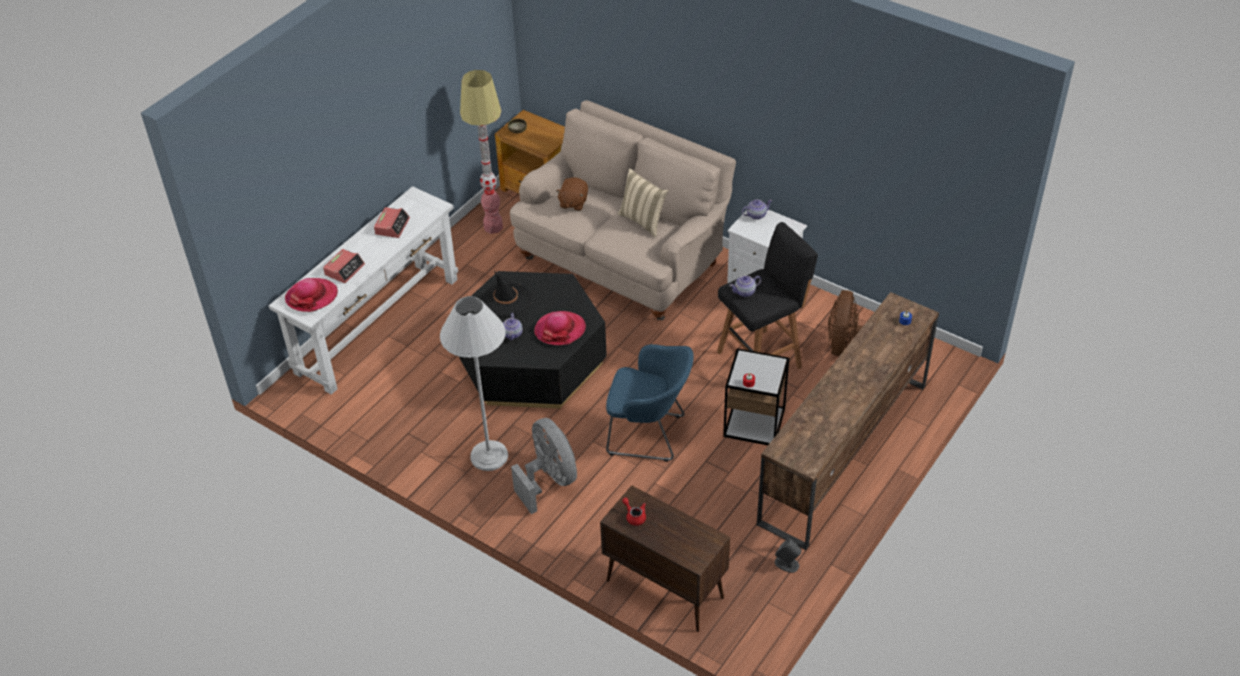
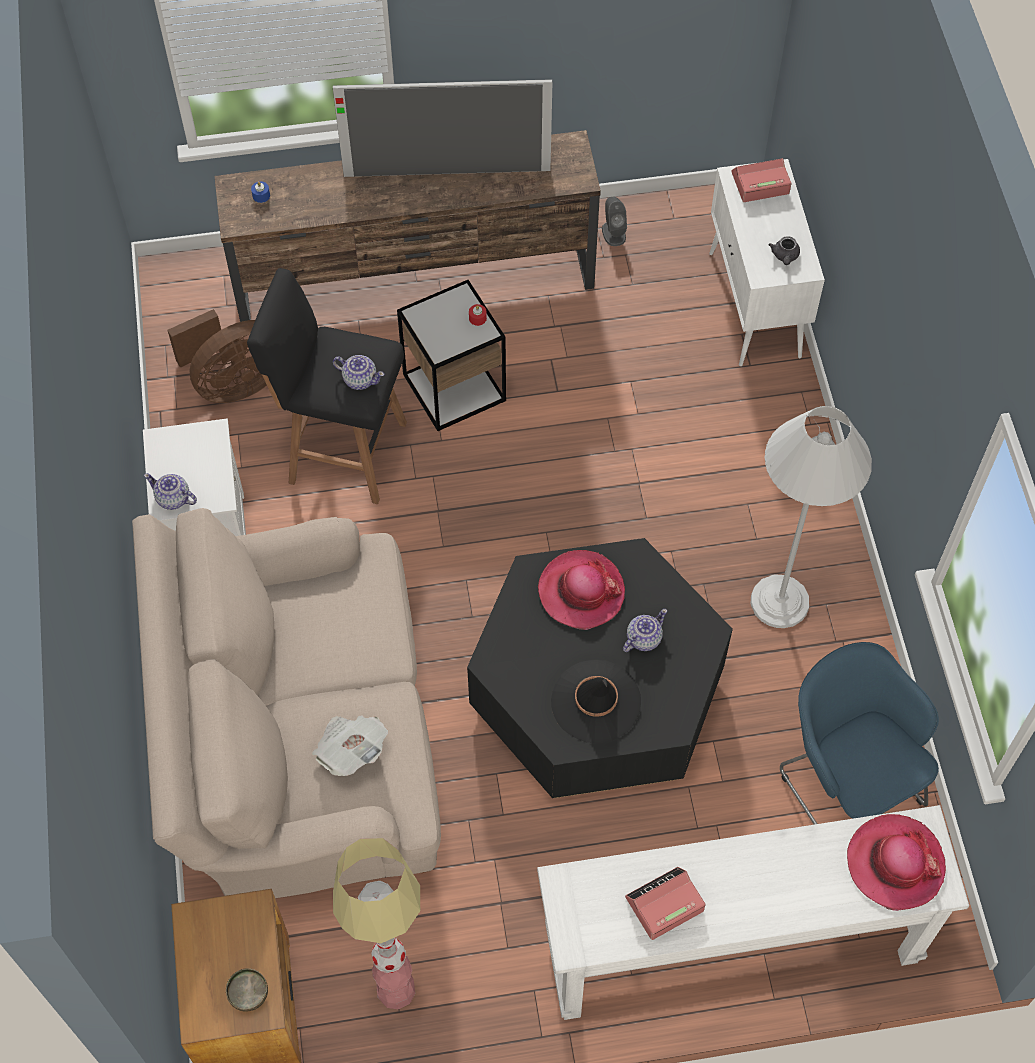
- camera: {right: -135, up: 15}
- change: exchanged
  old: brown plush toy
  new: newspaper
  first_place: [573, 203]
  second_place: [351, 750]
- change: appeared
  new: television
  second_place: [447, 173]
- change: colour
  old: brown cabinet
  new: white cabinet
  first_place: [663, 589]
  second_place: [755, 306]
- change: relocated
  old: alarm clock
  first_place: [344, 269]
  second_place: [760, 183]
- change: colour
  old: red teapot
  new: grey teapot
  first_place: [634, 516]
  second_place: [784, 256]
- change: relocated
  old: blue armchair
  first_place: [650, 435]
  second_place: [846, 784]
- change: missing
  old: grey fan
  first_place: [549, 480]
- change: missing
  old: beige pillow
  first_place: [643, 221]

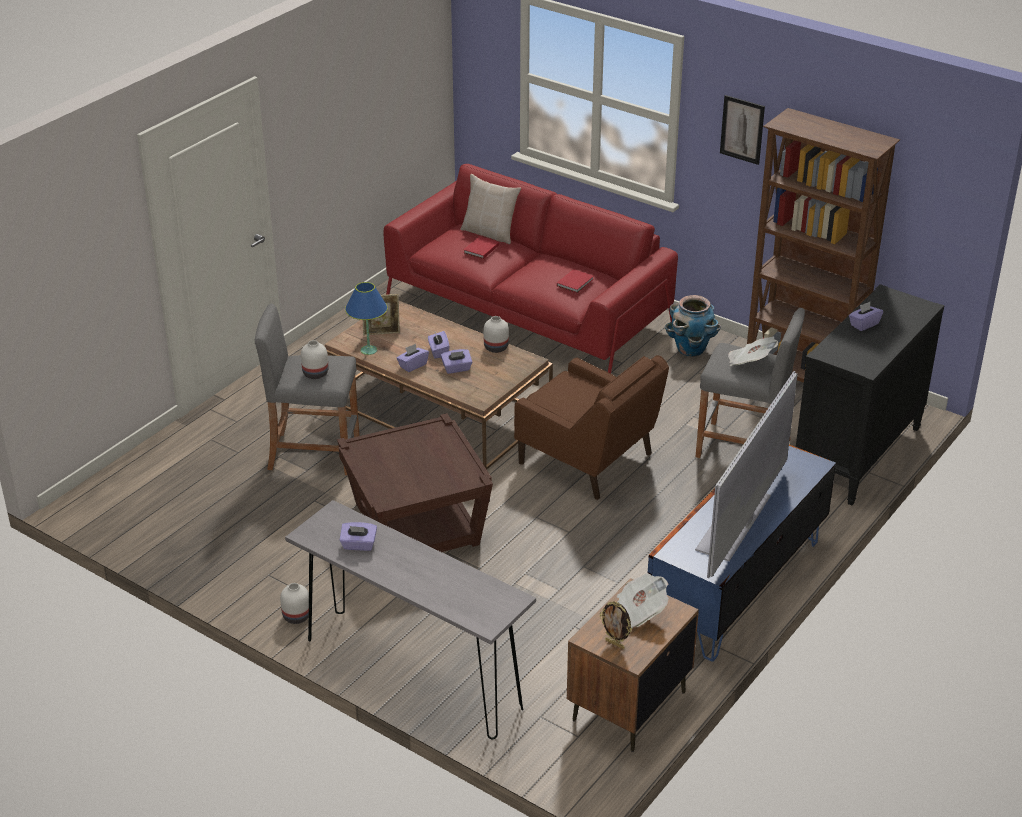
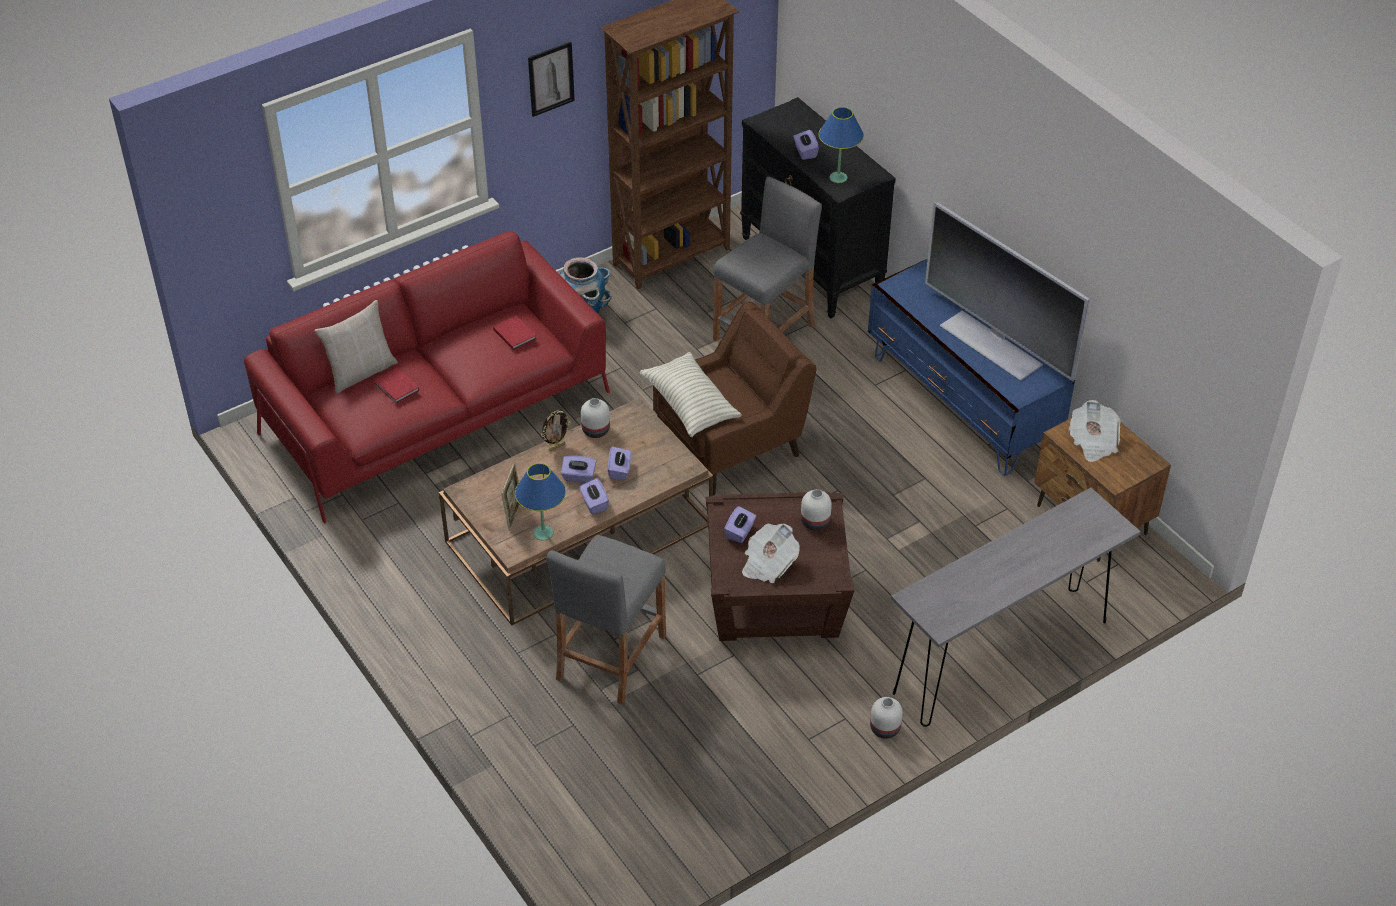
- camera: {right: -70, up: 10}
- change: relocated
  old: picture frame
  first_place: [615, 644]
  second_place: [556, 447]
- change: appeared
  new: pillow
  second_place: [690, 405]
- change: relocated
  old: purple tissue box
  first_place: [358, 545]
  second_place: [740, 532]
- change: relocated
  old: newspaper
  first_place: [750, 362]
  second_place: [768, 564]
- change: relocated
  old: white vase
  first_place: [316, 374]
  second_place: [816, 522]
- change: appeared
  new: blue table lamp
  second_place: [838, 177]

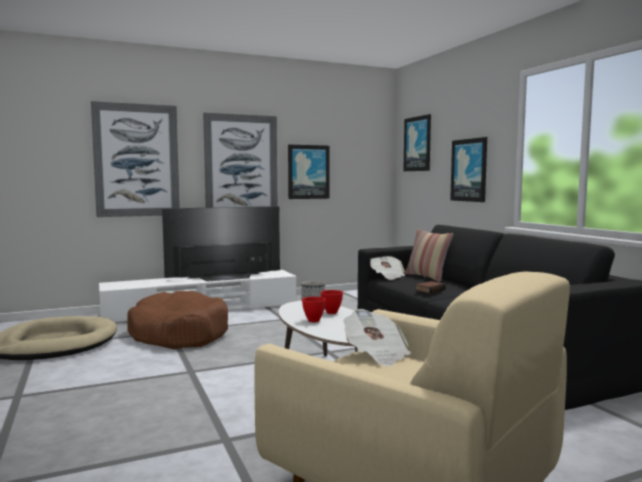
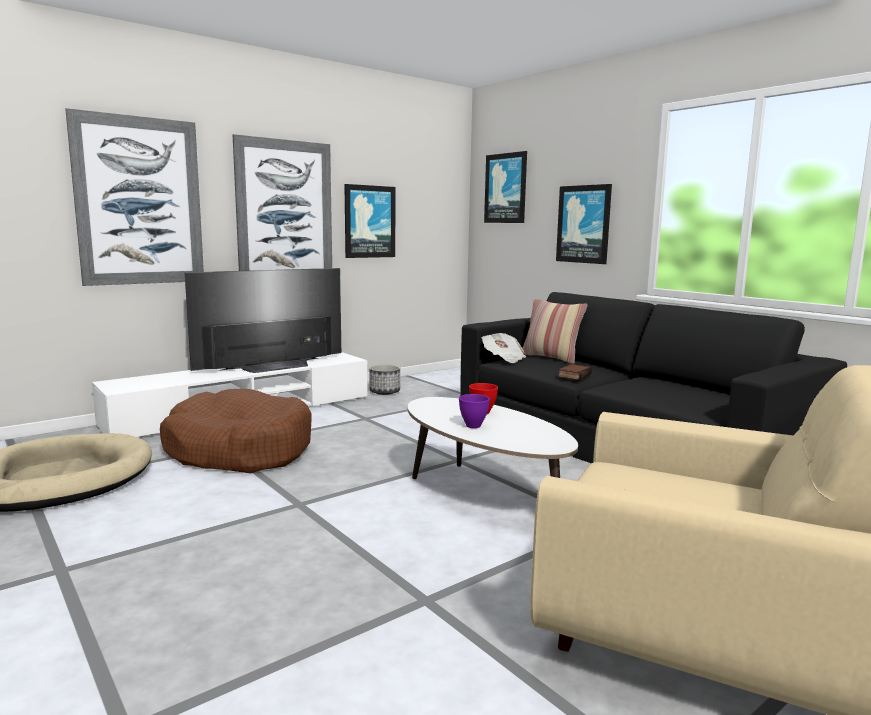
- camera: {right: -15, up: 5}
- change: colour
  old: red bowl
  new: purple bowl
  first_place: [314, 321]
  second_place: [474, 426]
- change: missing
  old: newspaper
  first_place: [376, 354]

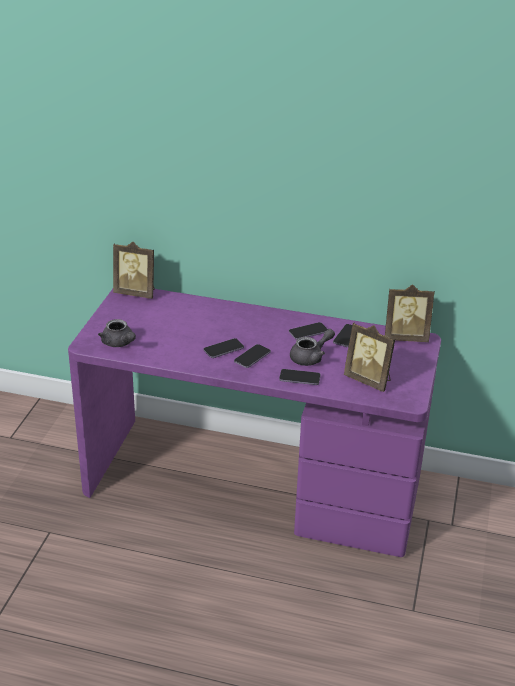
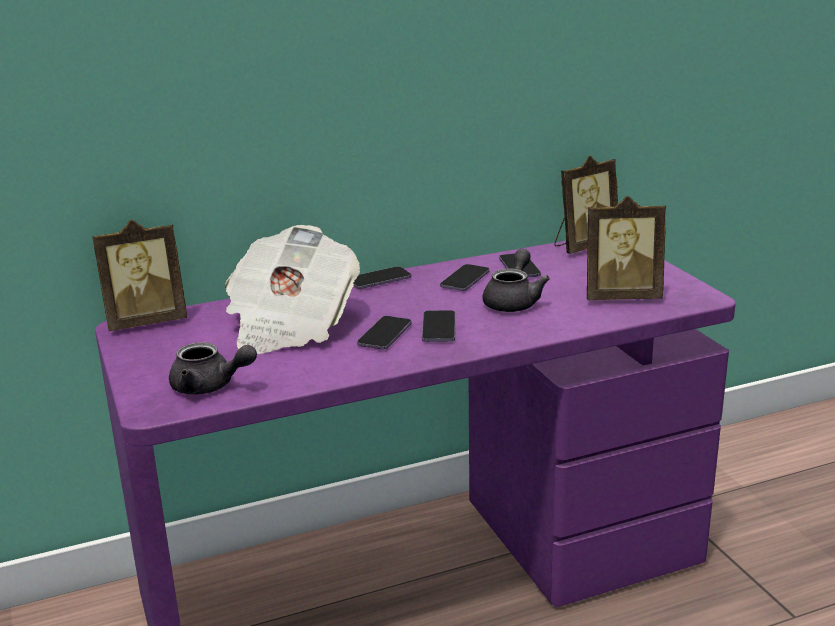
- camera: {right: -35, up: -10}
- change: appeared
  new: newspaper
  second_place: [290, 325]
- change: relocated
  old: phone
  first_place: [299, 378]
  second_place: [379, 280]

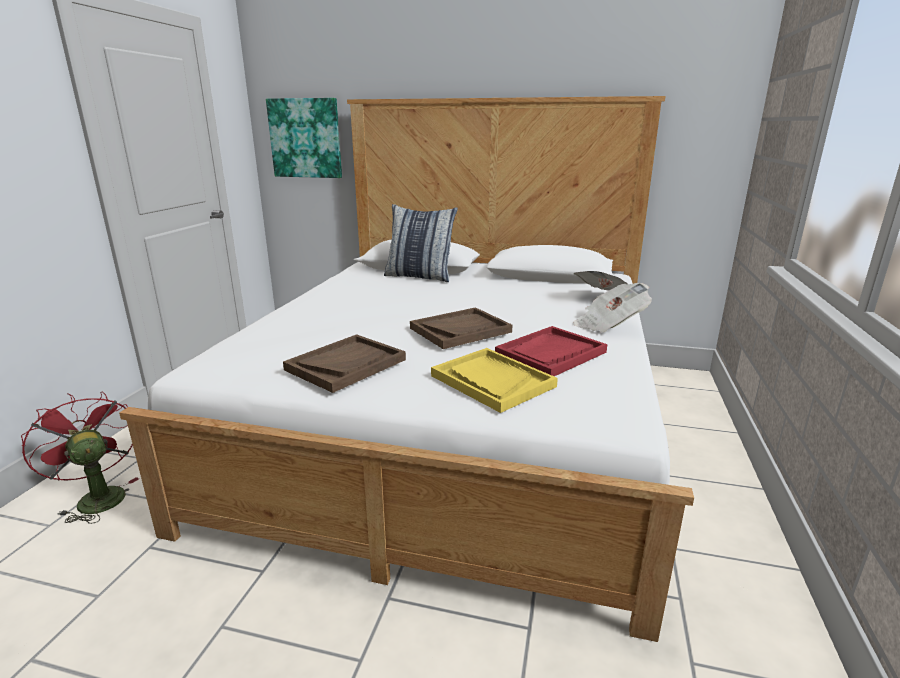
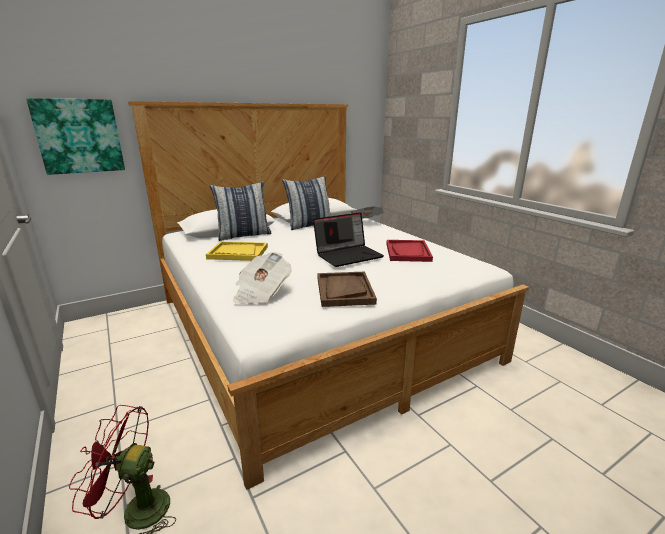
- camera: {right: -45, up: 0}
- change: relocated
  old: yellow tray
  first_place: [492, 381]
  second_place: [238, 253]
- change: relocated
  old: newspaper
  first_place: [609, 325]
  second_place: [261, 293]
- change: appeared
  new: pillow
  second_place: [309, 225]
- change: exchanged
  old: brown tray
  new: laptop
  first_place: [460, 330]
  second_place: [348, 255]

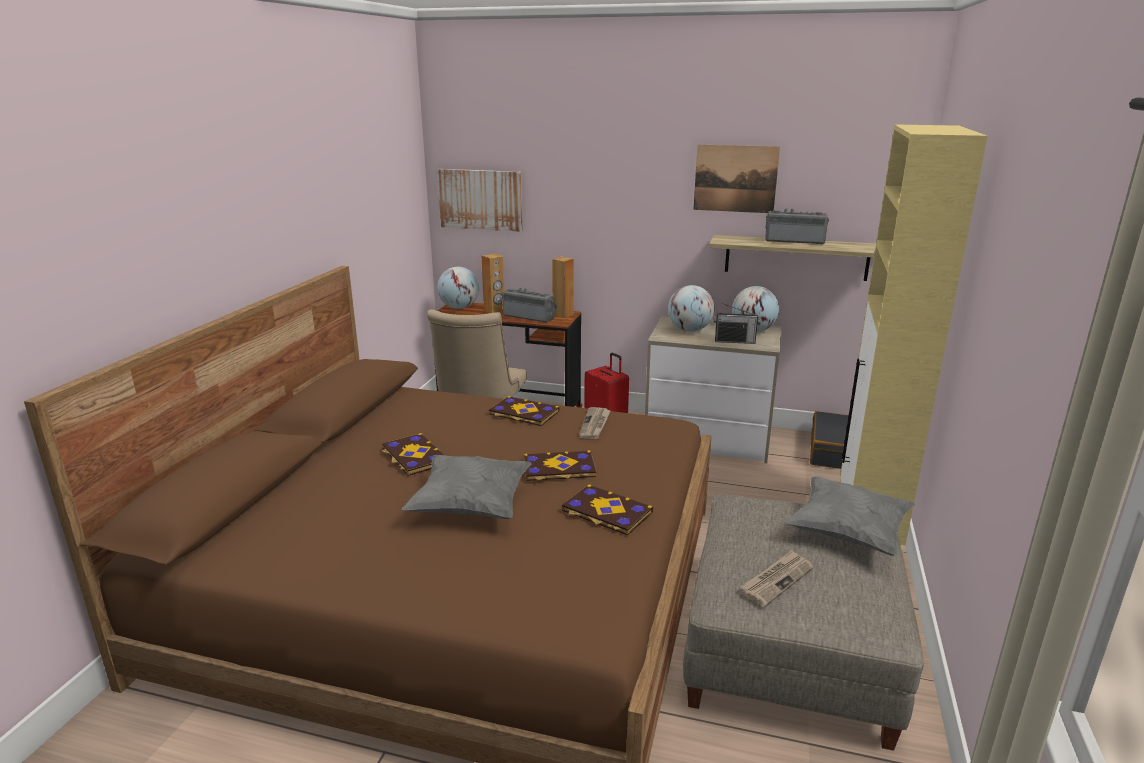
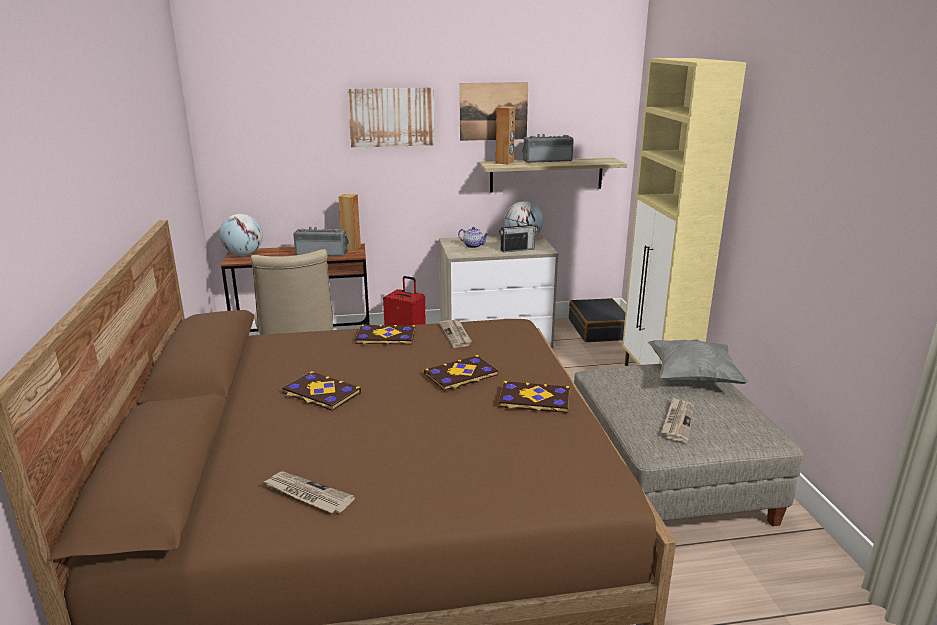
- camera: {right: -25, up: 0}
- change: appeared
  new: newspaper
  second_place: [307, 495]
- change: relocated
  old: picture
  first_place: [480, 199]
  second_place: [391, 117]
- change: exchanged
  old: globe
  new: teapot
  first_place: [689, 330]
  second_place: [473, 246]
- change: relocated
  old: brown speaker
  first_place: [494, 311]
  second_place: [505, 162]
- change: missing
  old: grey pillow
  first_place: [471, 507]

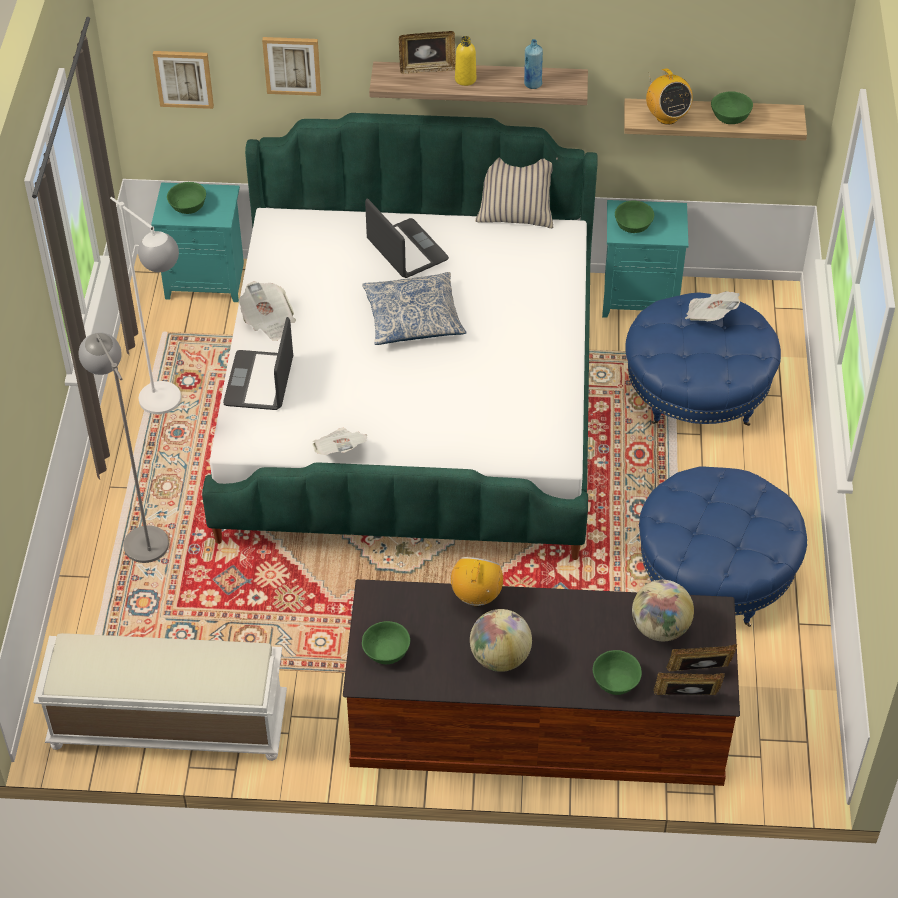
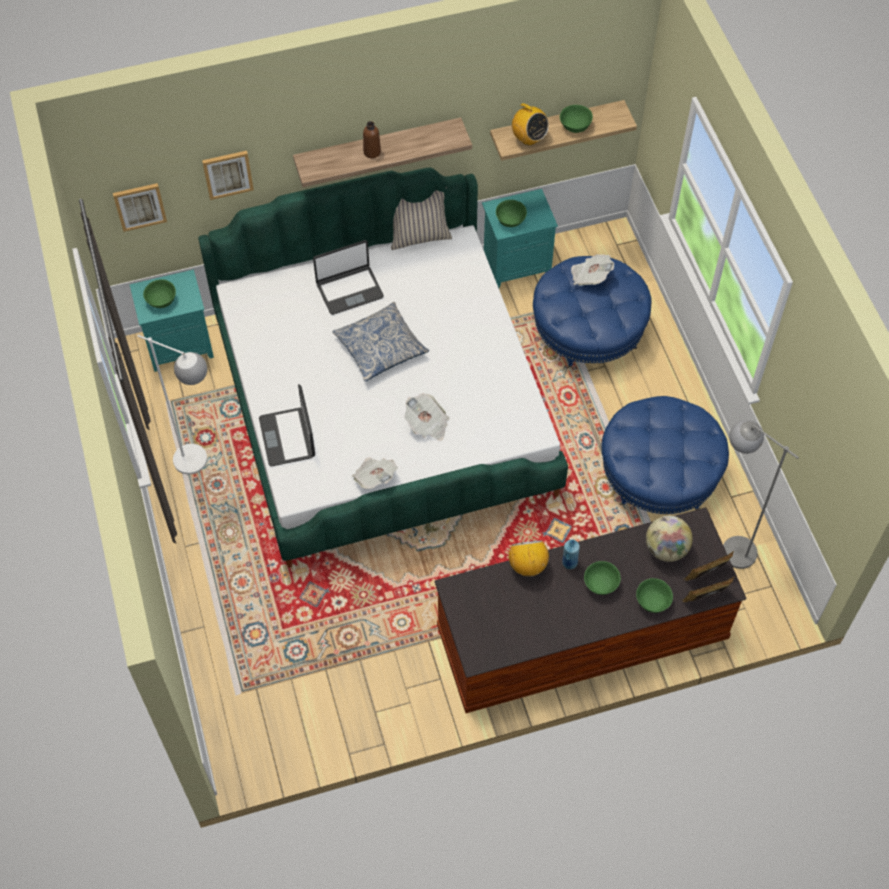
- camera: {right: -20, up: 10}
- change: spun
  old: laptop
  first_place: [406, 250]
  second_place: [349, 290]
  degrees: 120
- change: colour
  old: yellow bottle
  new: brown bottle
  first_place: [465, 79]
  second_place: [372, 152]
- change: relocated
  old: newspaper
  first_place: [268, 321]
  second_place: [427, 424]
- change: relocated
  old: blue bottle
  first_place: [532, 84]
  second_place: [569, 563]
- change: relocated
  old: green bowl
  first_place: [386, 652]
  second_place: [601, 584]
- change: relocated
  old: grey floor lamp
  first_place: [140, 534]
  second_place: [728, 545]
- change: missing
  old: white bench
  first_place: [167, 725]
- change: missing
  old: picture frame
  first_place: [427, 69]
- change: missing
  old: globe
  first_place: [500, 657]

